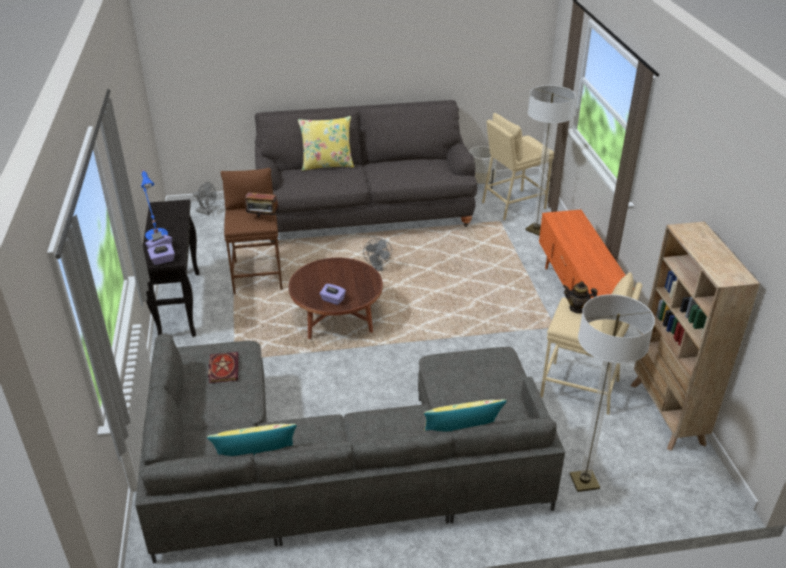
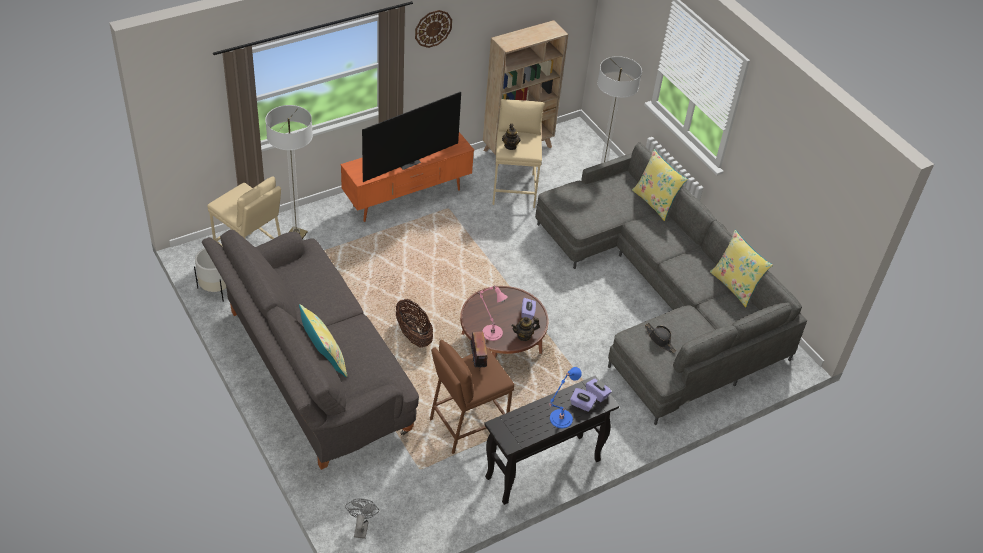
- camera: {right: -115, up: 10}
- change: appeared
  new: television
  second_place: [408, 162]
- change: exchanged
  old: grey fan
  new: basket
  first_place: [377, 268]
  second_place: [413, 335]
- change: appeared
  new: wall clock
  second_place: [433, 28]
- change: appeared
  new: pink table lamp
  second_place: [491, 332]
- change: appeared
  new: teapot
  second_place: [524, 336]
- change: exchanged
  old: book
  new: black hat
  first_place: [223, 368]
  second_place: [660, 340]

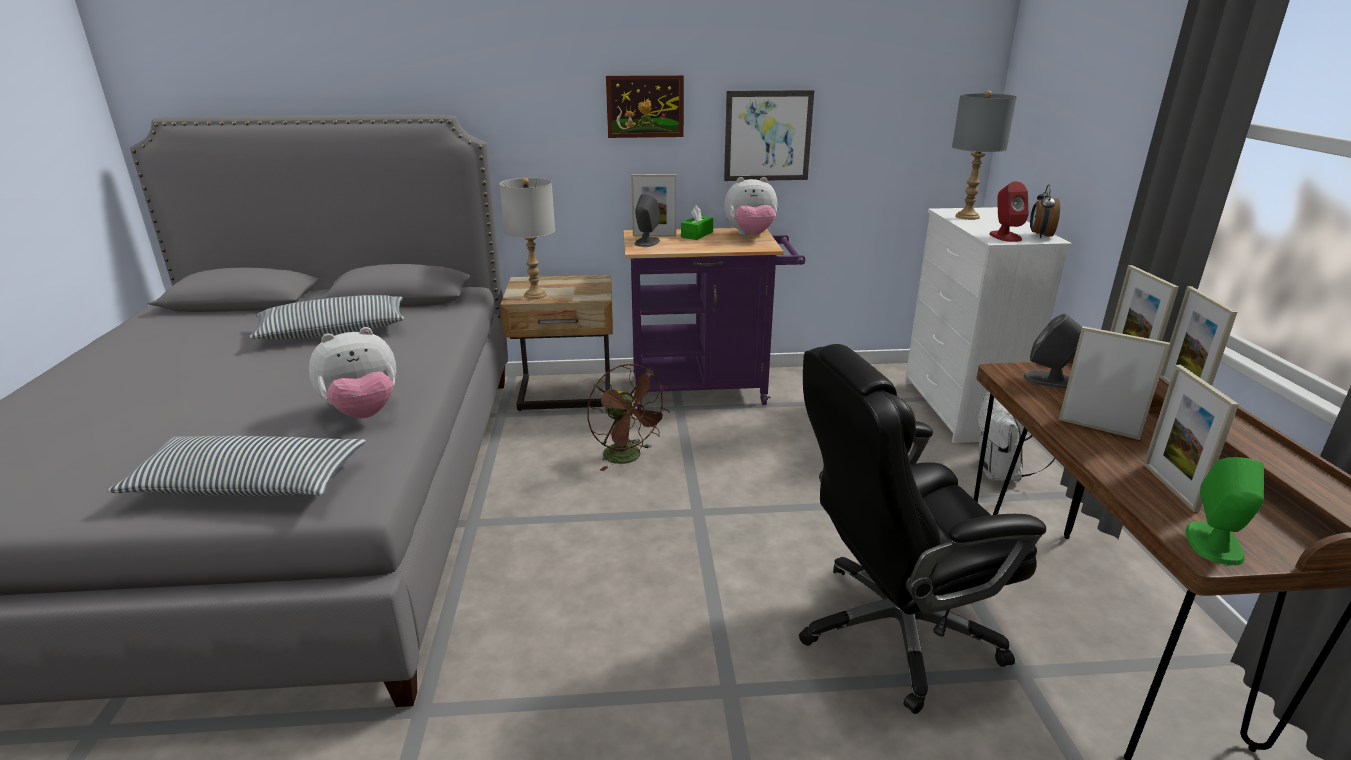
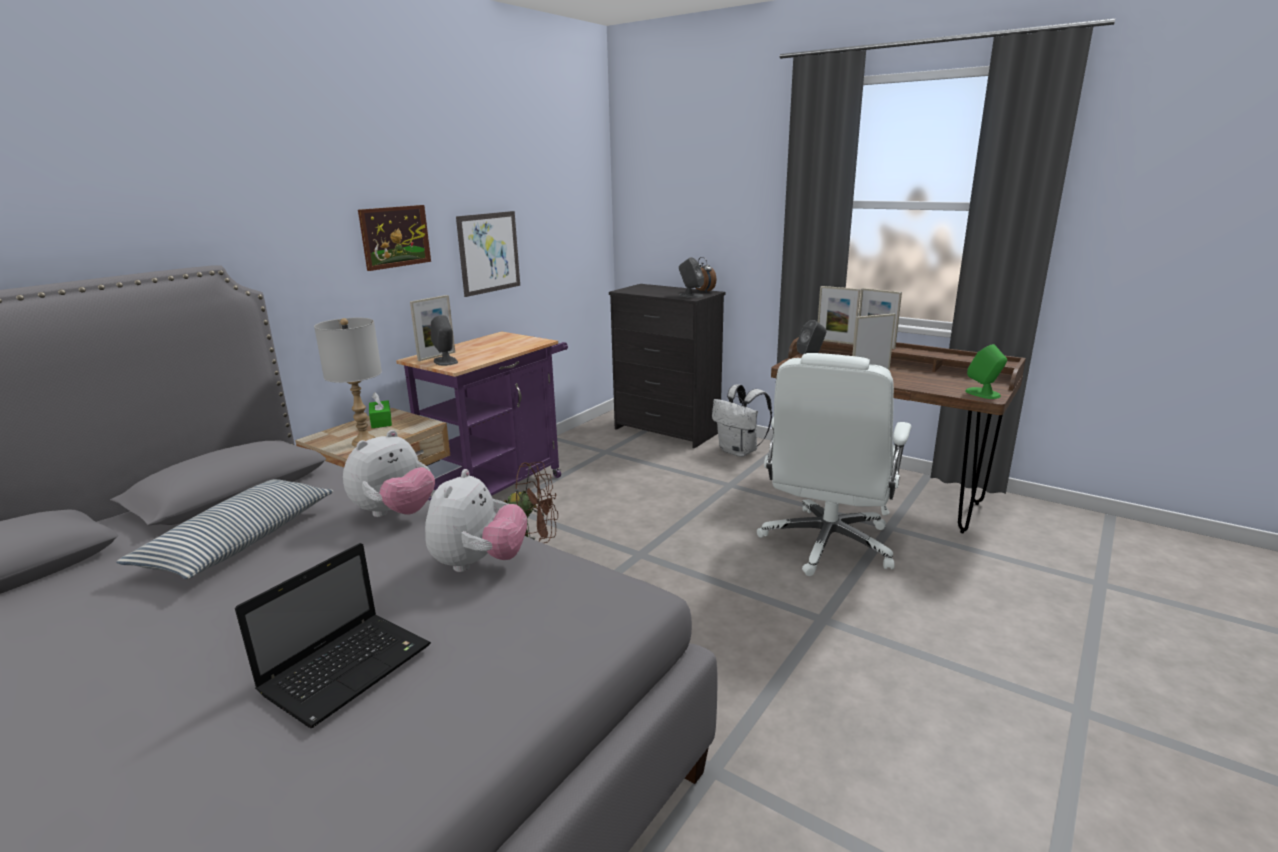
- camera: {right: -50, up: -5}
- change: appeared
  new: laptop
  second_place: [349, 667]
- change: relocated
  old: plush toy
  first_place: [750, 236]
  second_place: [395, 513]
- change: relocated
  old: green tissue box
  first_place: [697, 235]
  second_place: [381, 421]
- change: colour
  old: white dresser
  new: black dresser
  first_place: [959, 410]
  second_place: [667, 431]
- change: colour
  old: red speaker
  new: grey speaker
  first_place: [1005, 236]
  second_place: [690, 295]
- change: colour
  old: black office chair
  new: white office chair
  first_place: [893, 631]
  second_place: [827, 544]
- change: missing
  old: pillow
  first_place: [249, 485]
- change: missing
  old: grey table lamp
  first_place: [967, 216]
- change: missing
  old: picture frame
  first_place: [1169, 487]

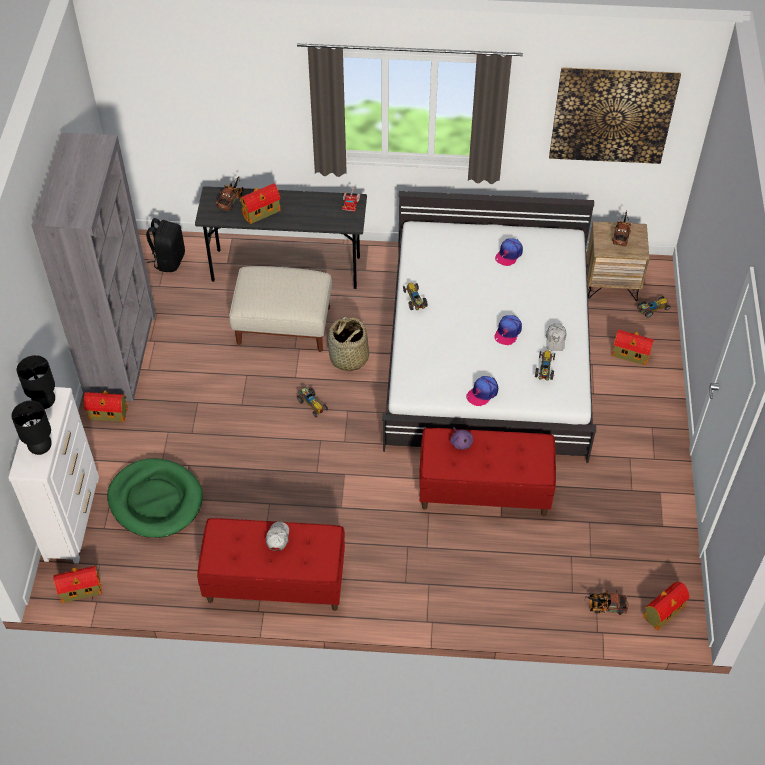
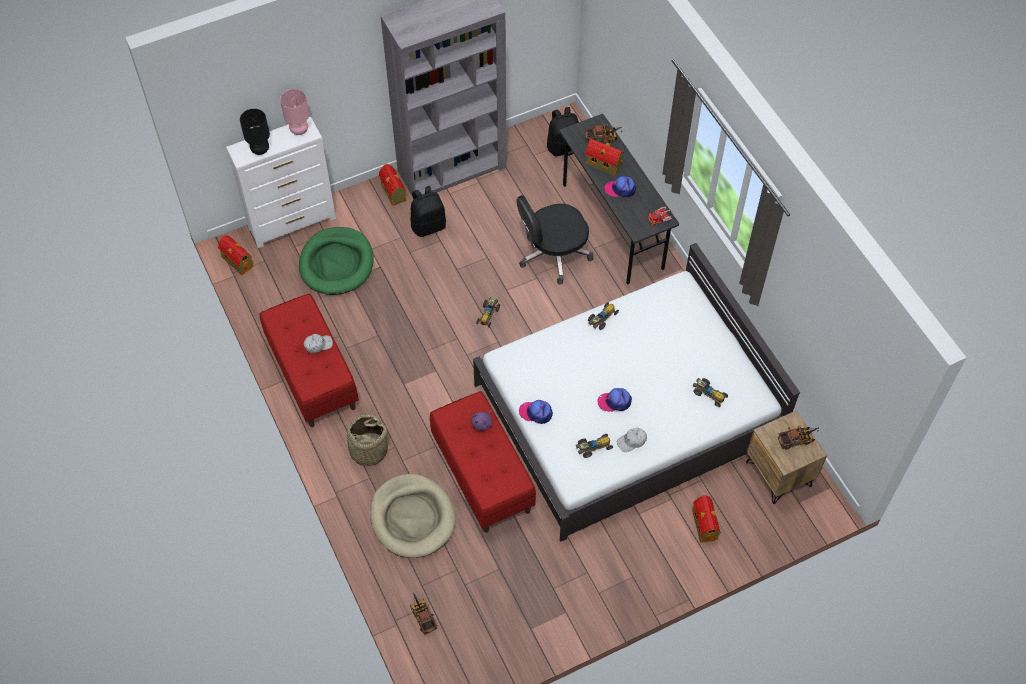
- camera: {right: 60, up: 5}
- change: colour
  old: black table lamp
  new: pink table lamp
  first_place: [45, 403]
  second_place: [299, 130]
- change: relocated
  old: basket
  first_place: [348, 358]
  second_place: [368, 450]
- change: appeared
  new: beige dog bed
  second_place: [412, 517]
- change: appeared
  new: black backpack
  second_place: [428, 226]
- change: exchanged
  old: beige ottoman
  new: black office chair
  first_place: [283, 325]
  second_place: [553, 255]
- change: relocated
  old: cap
  first_place: [508, 254]
  second_place: [620, 189]
- change: relocated
  old: toy car
  first_place: [652, 309]
  second_place: [708, 394]
- change: missing
  old: picture
  first_place: [612, 115]
- change: missing
  old: toy house
  first_place: [662, 612]

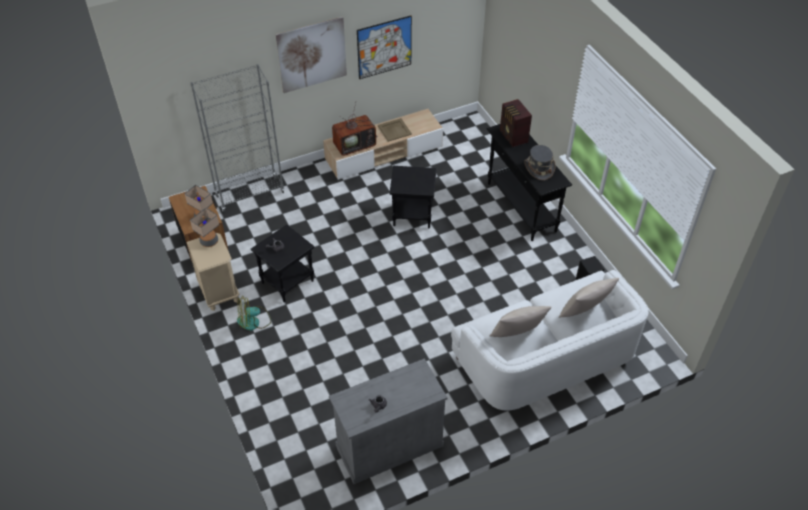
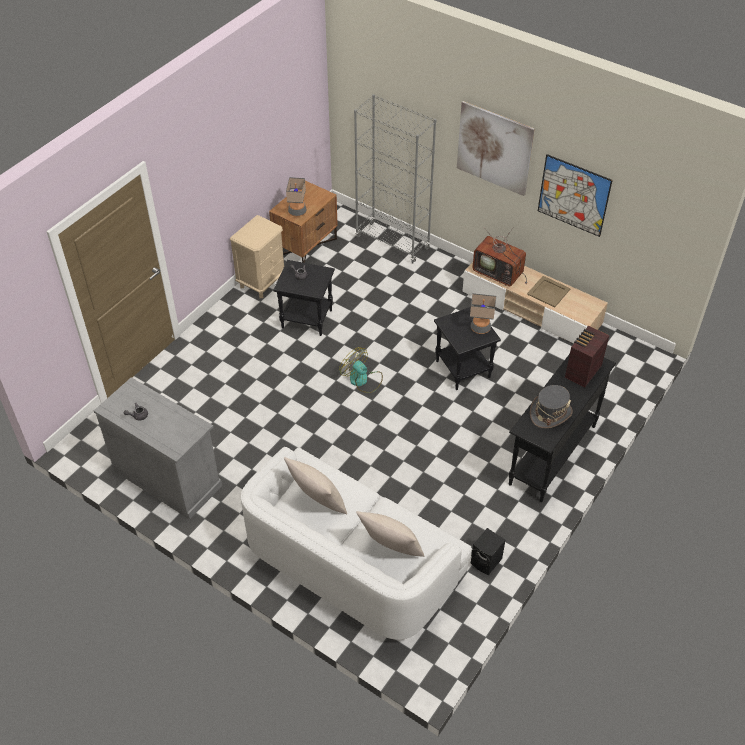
- camera: {right: 60, up: 0}
- change: relocated
  old: fan
  first_place: [254, 321]
  second_place: [362, 380]
- change: relocated
  old: table lamp
  first_place: [209, 241]
  second_place: [480, 328]

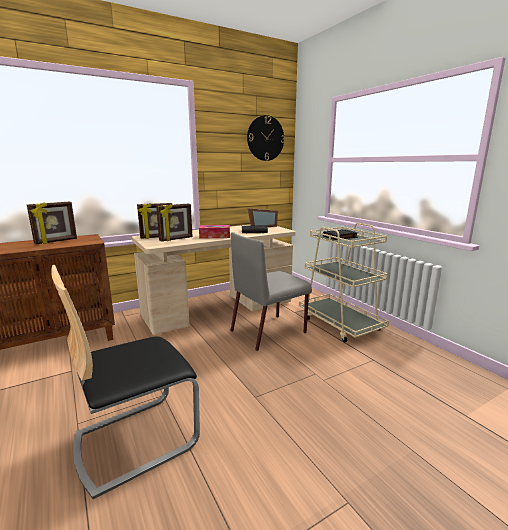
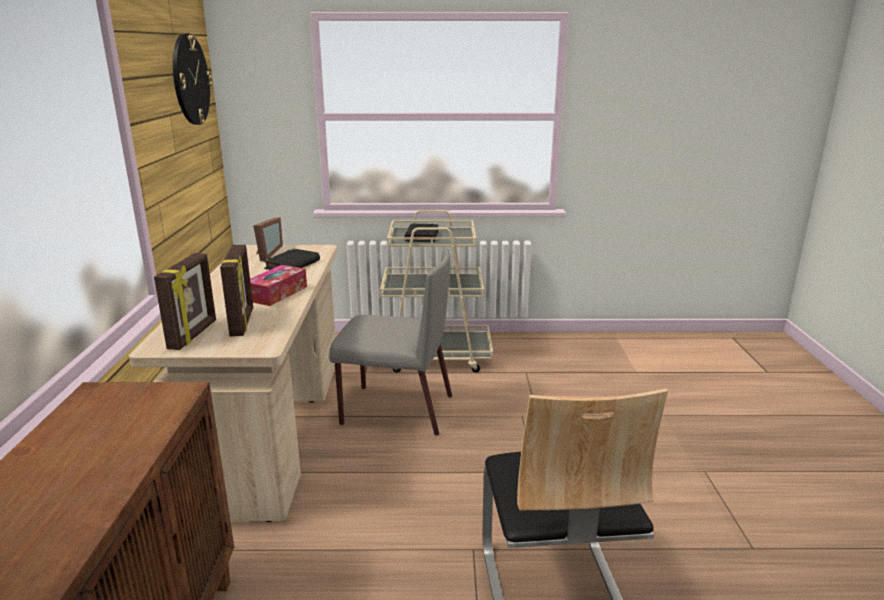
- camera: {right: -60, up: 5}
- change: spun
  old: grey chair
  first_place: [269, 331]
  second_place: [395, 410]
  degrees: -75
- change: missing
  old: picture frame
  first_place: [56, 241]

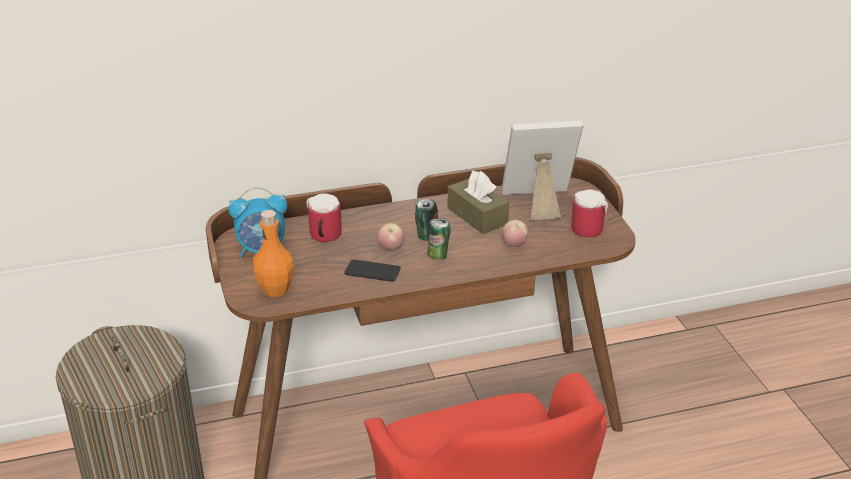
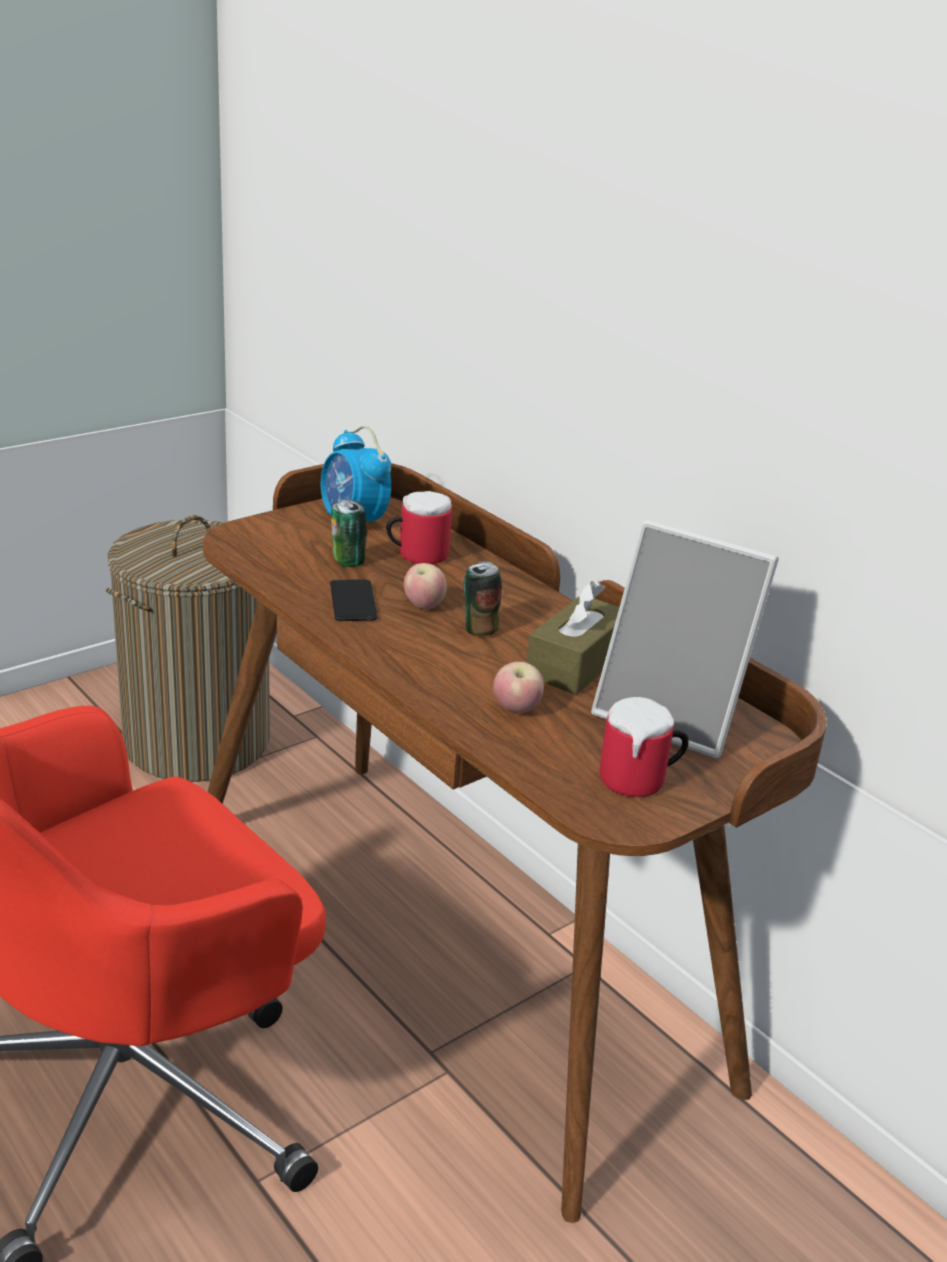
- camera: {right: 65, up: -5}
- change: relocated
  old: can
  first_place: [438, 255]
  second_place: [348, 561]
- change: spun
  old: picture frame
  first_place: [538, 203]
  second_place: [673, 716]
  degrees: 150
- change: missing
  old: orange bottle
  first_place: [275, 289]

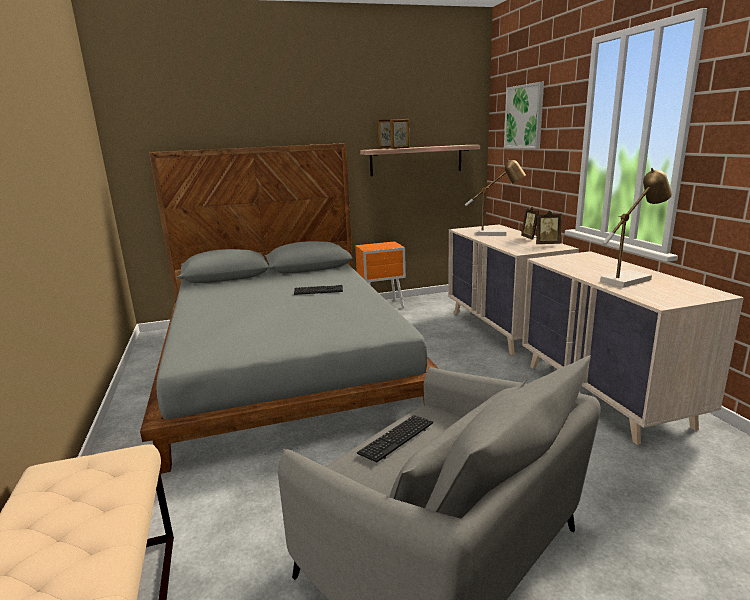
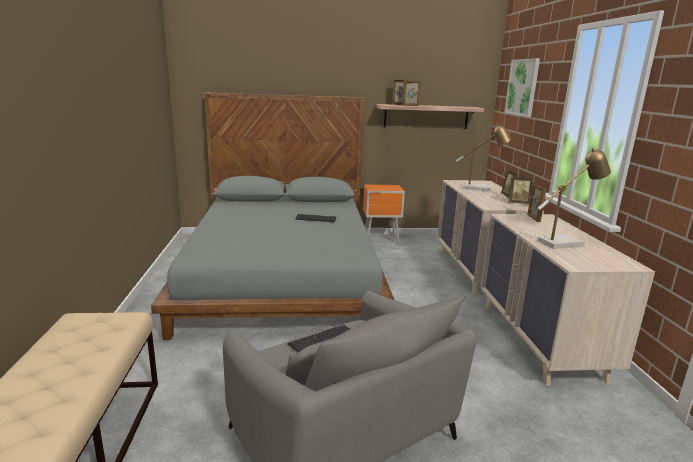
- camera: {right: 10, up: 0}
- change: appeared
  new: picture frame
  second_place: [533, 218]

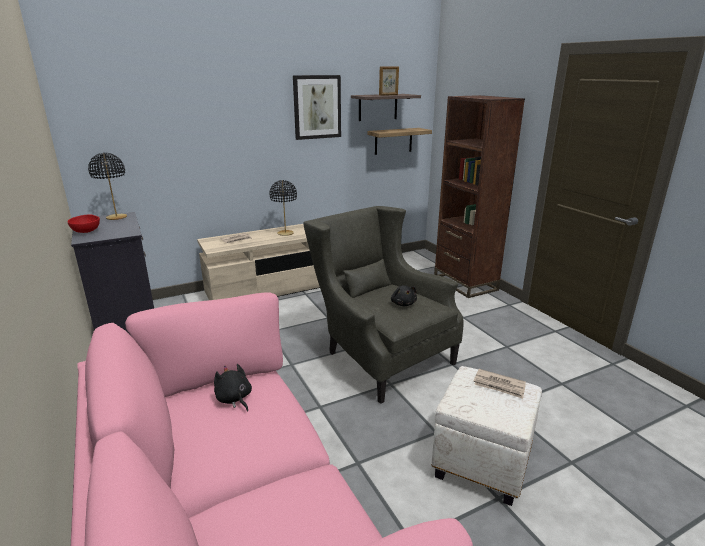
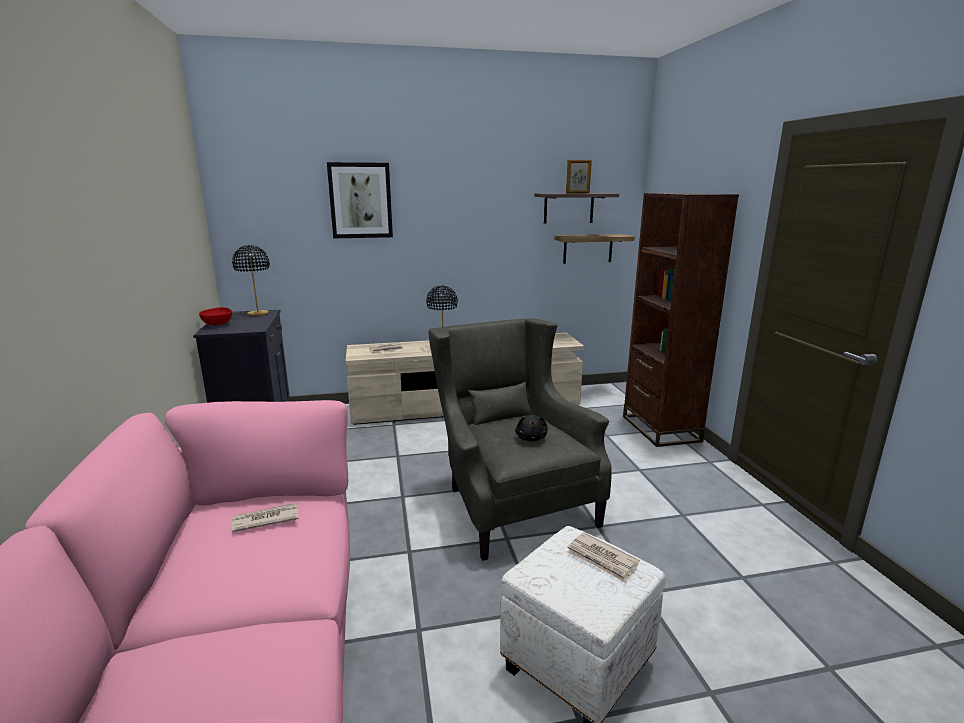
- camera: {right: 15, up: -5}
- change: exchanged
  old: black plush toy
  new: newspaper
  first_place: [234, 399]
  second_place: [265, 519]
- change: relocated
  old: picture
  first_place: [317, 107]
  second_place: [360, 200]

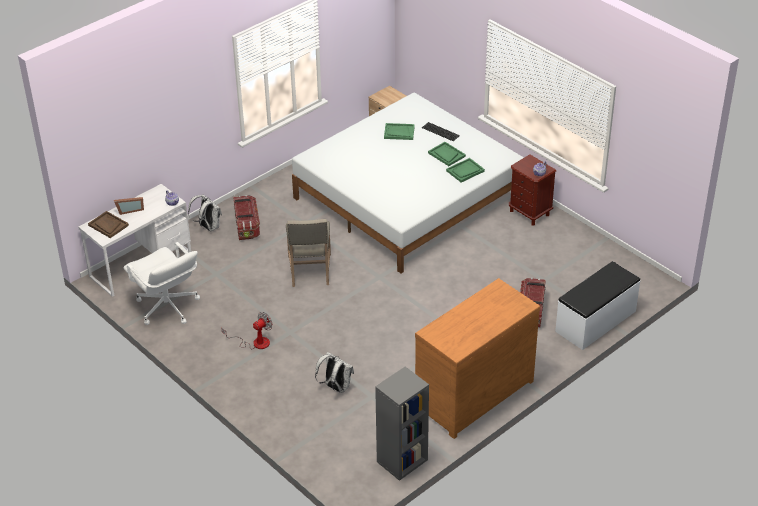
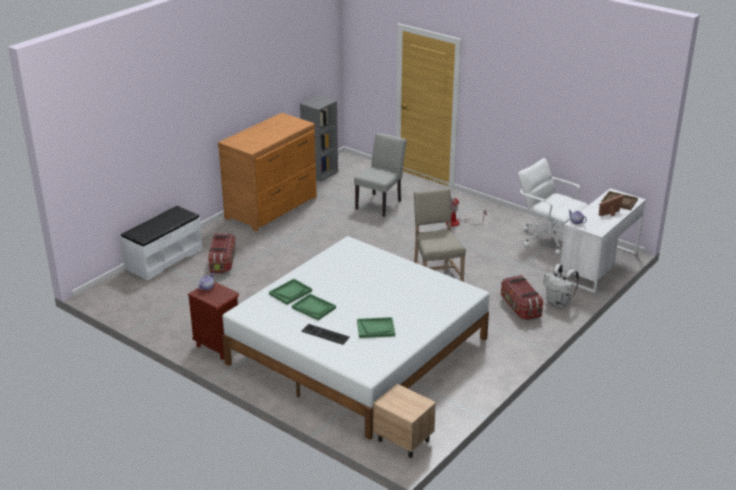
- camera: {right: 170, up: -10}
- change: exchanged
  old: white backpack
  new: grey chair
  first_place: [335, 387]
  second_place: [380, 203]

